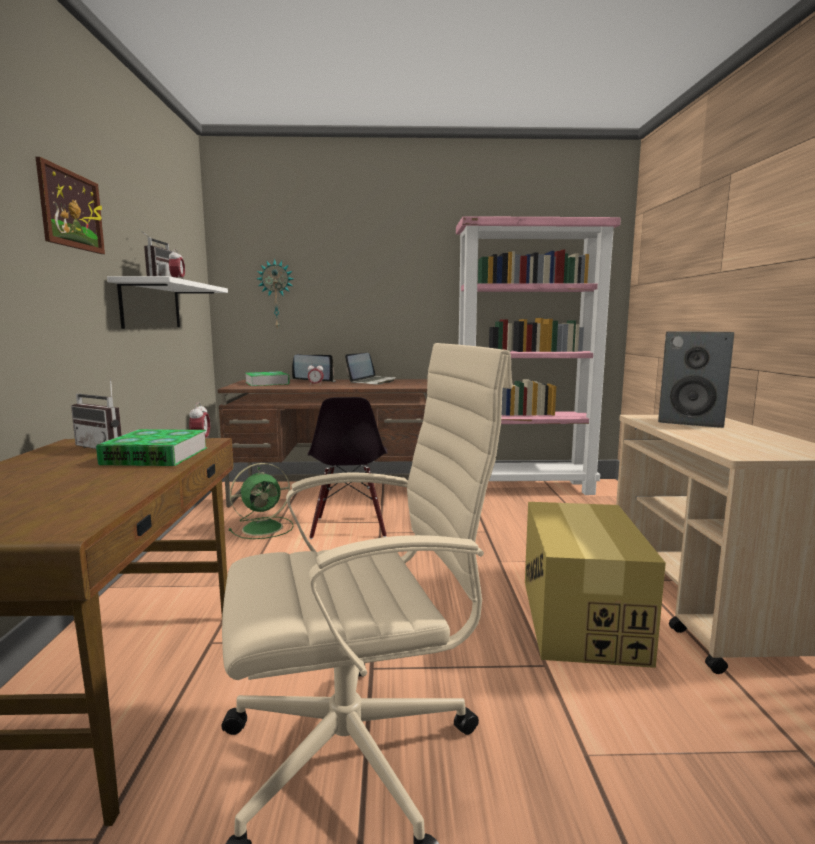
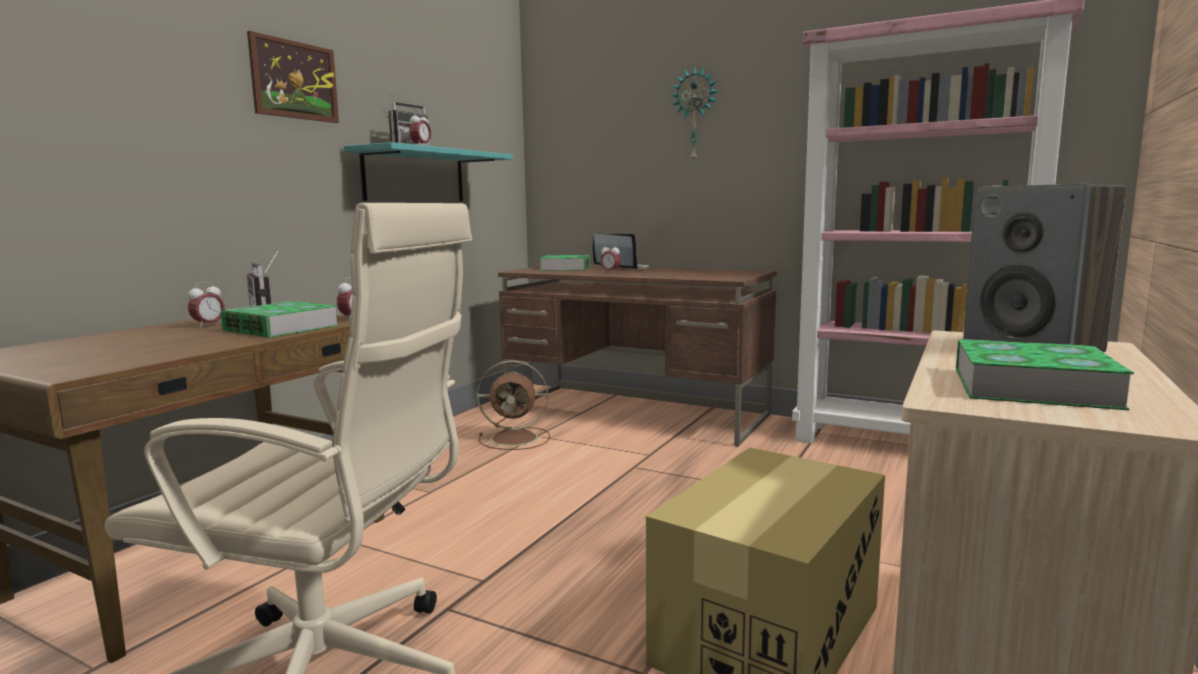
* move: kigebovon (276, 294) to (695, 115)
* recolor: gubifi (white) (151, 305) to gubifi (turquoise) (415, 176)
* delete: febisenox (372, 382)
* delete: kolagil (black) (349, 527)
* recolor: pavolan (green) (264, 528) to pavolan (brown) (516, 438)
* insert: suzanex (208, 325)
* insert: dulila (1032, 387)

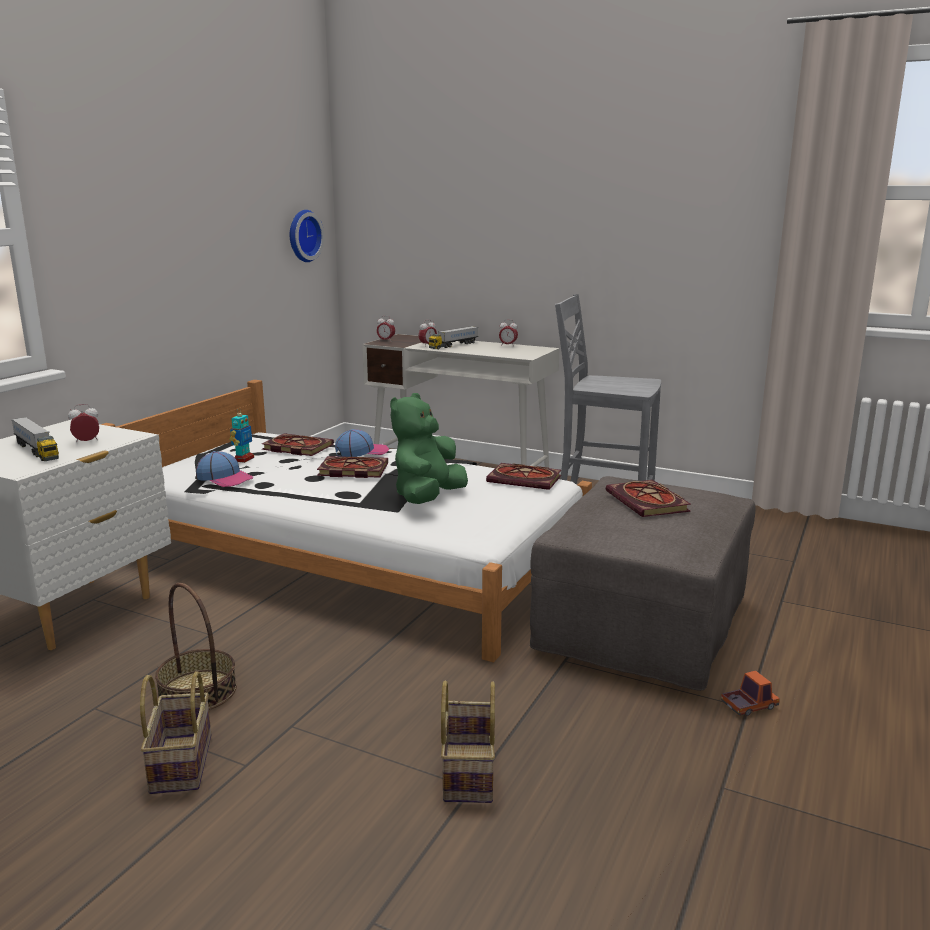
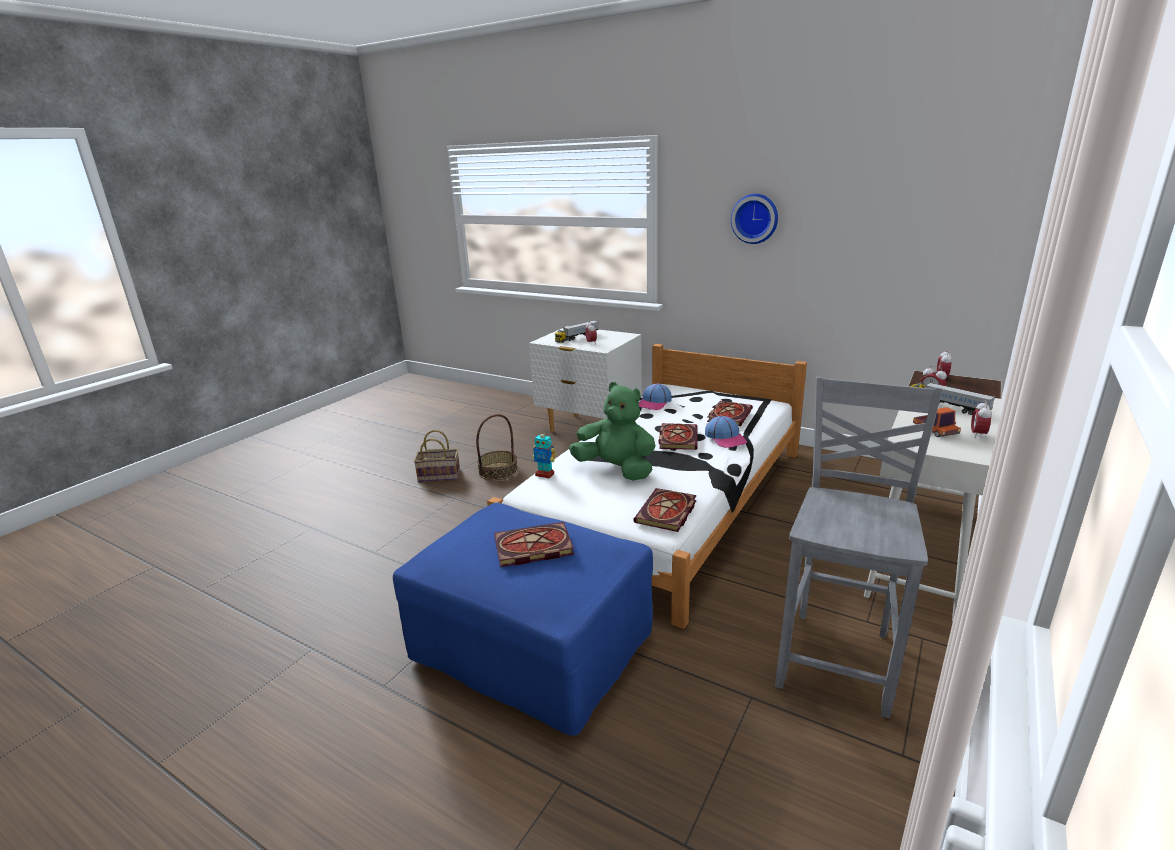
* move: kigebovon (302, 236) to (755, 218)
* move: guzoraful (243, 459) to (545, 474)
* recolor: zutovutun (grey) (641, 623) to zutovutun (blue) (533, 646)
* move: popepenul (749, 706) to (935, 430)
* delete: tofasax (467, 771)

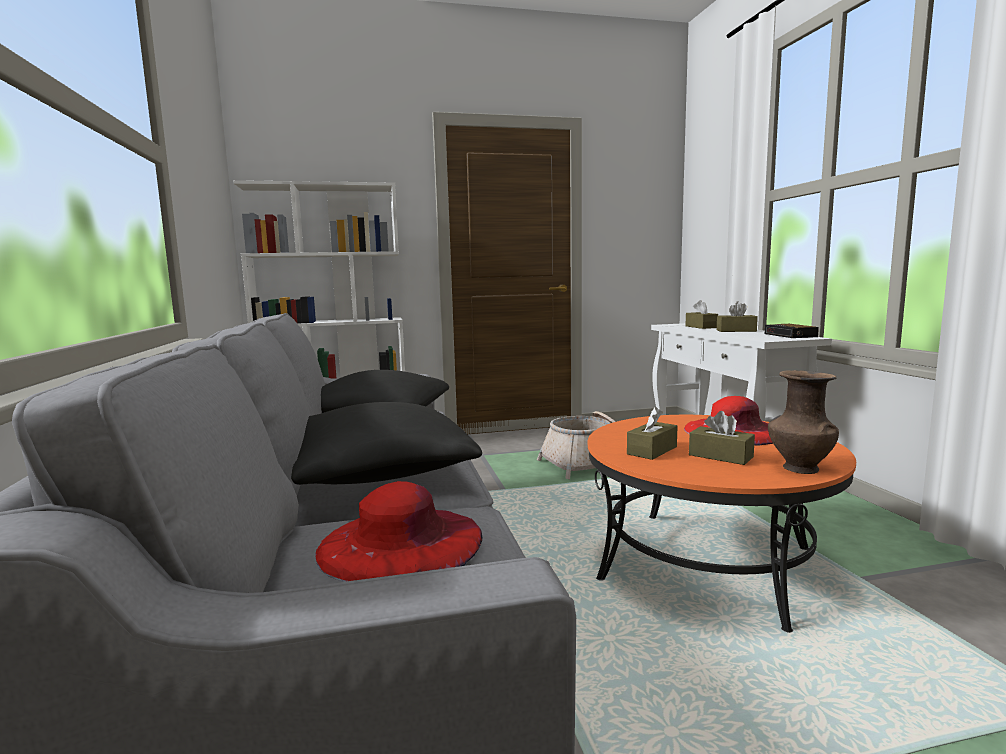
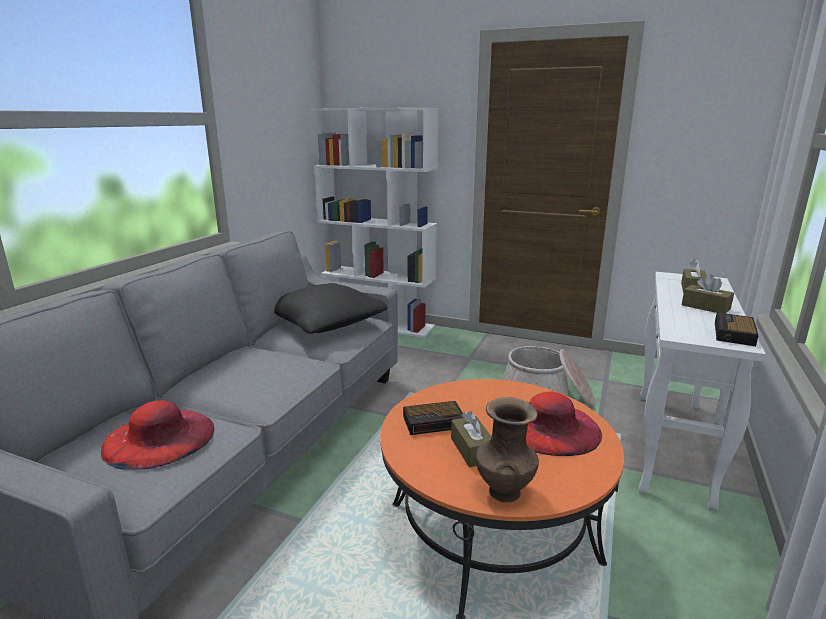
* delete: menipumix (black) (378, 471)
* replace: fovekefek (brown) (652, 450) to suzanex (435, 422)

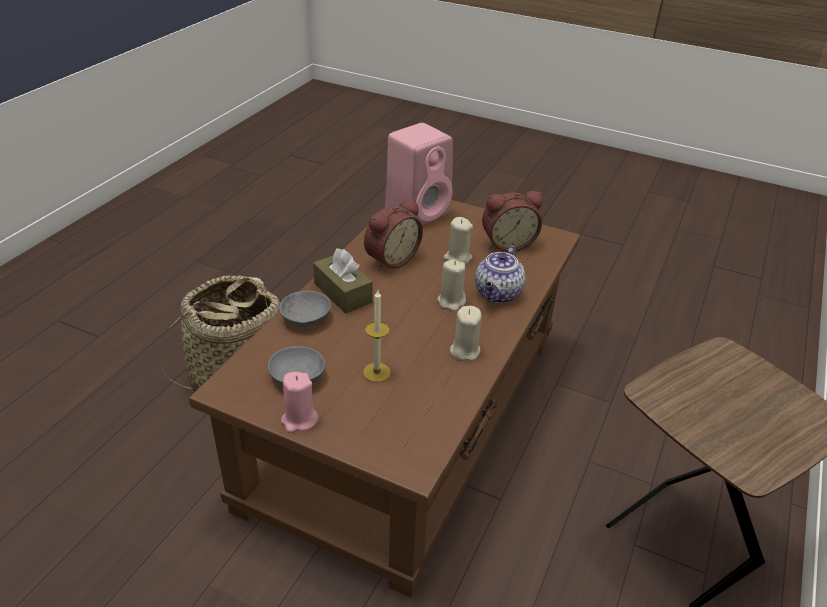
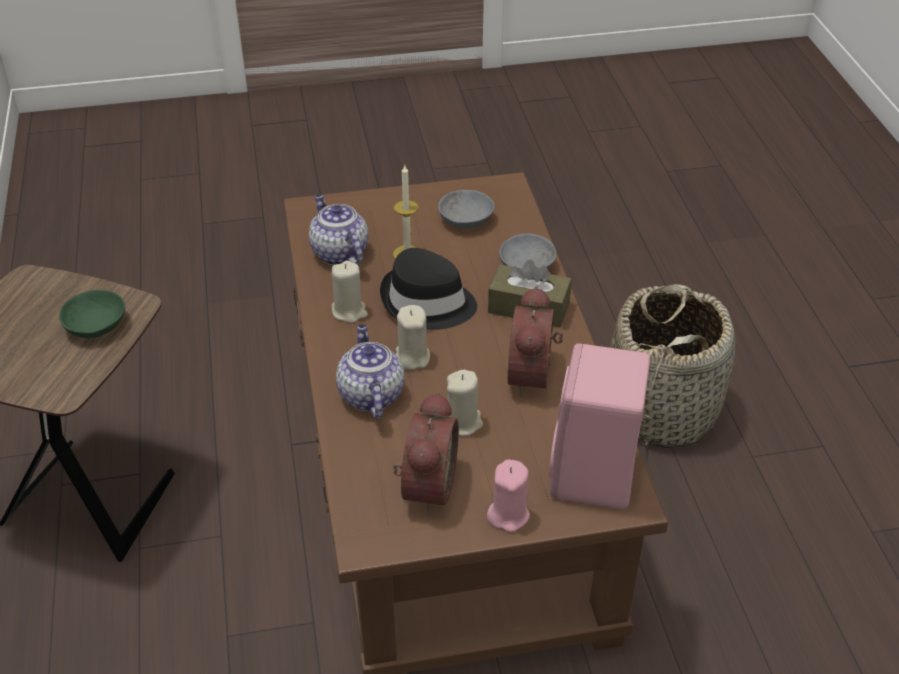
* rotate: suzanex (507, 243) = (425, 486) 150 degrees clockwise
* move: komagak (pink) (299, 419) to (508, 515)
* insert: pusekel (338, 253)
* insert: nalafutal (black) (427, 303)
* insert: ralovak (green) (96, 327)

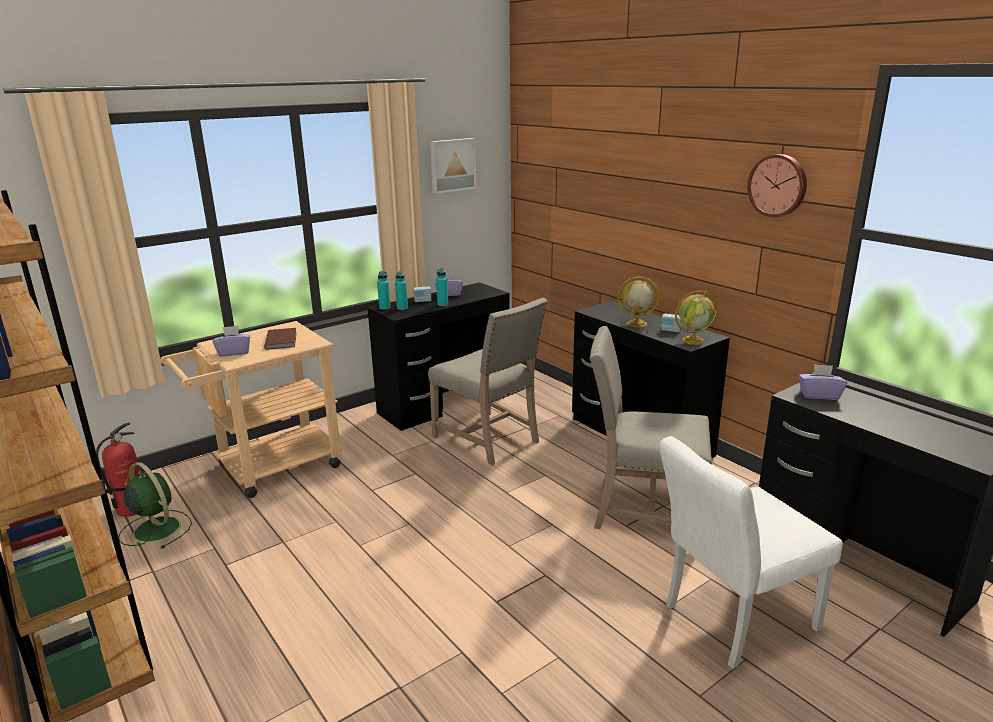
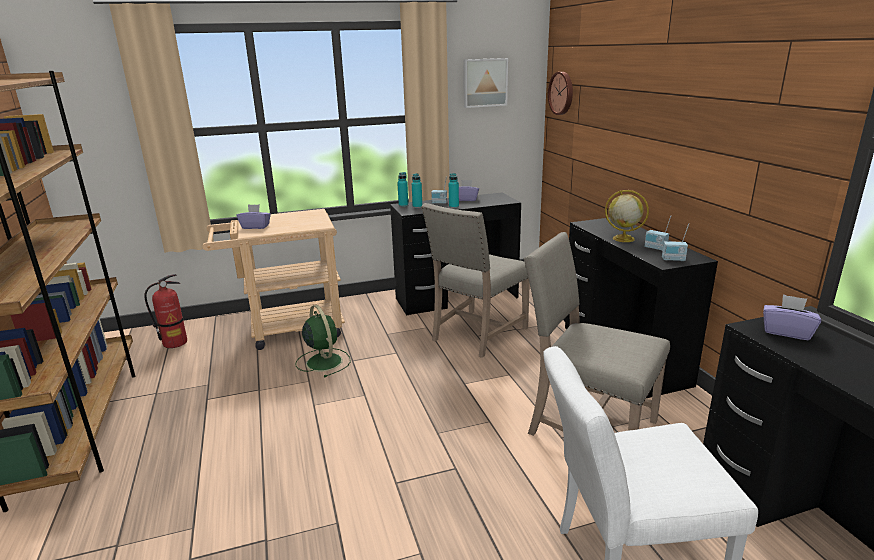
* move: kigebovon (778, 185) to (562, 93)
* replace: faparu (693, 340) to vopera (673, 260)
* rotate: kolagil (beige) (489, 439) = (476, 334) 60 degrees clockwise
* delete: dulila (brown) (282, 340)
* move: pavolan (green) (156, 529) to (323, 361)

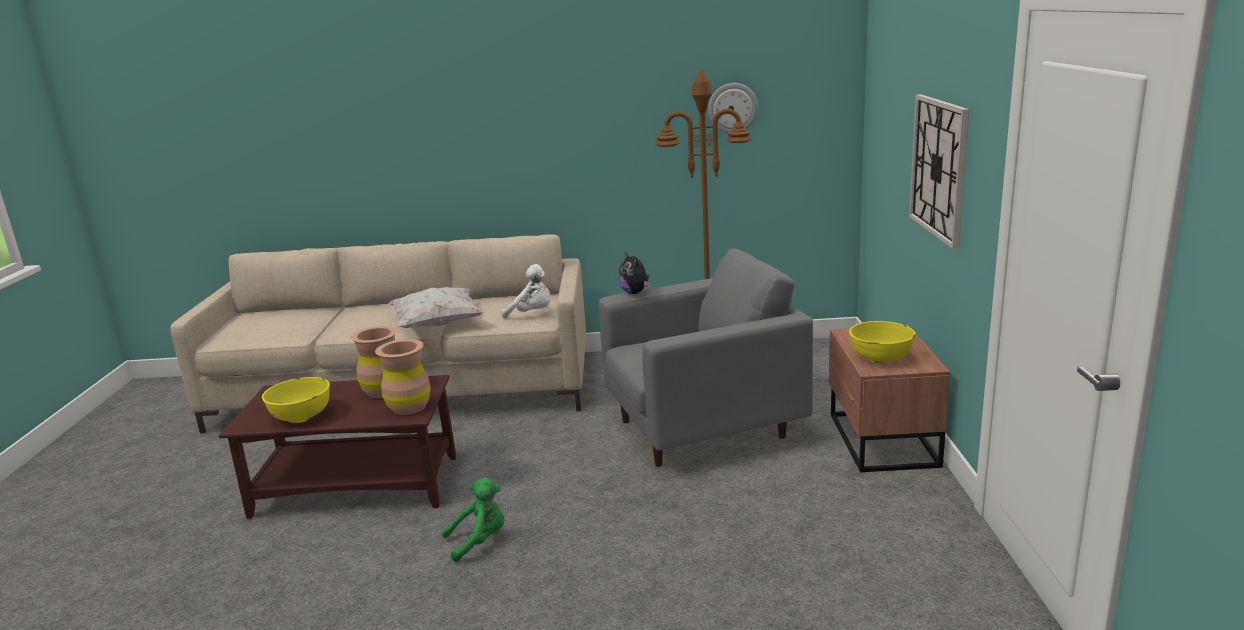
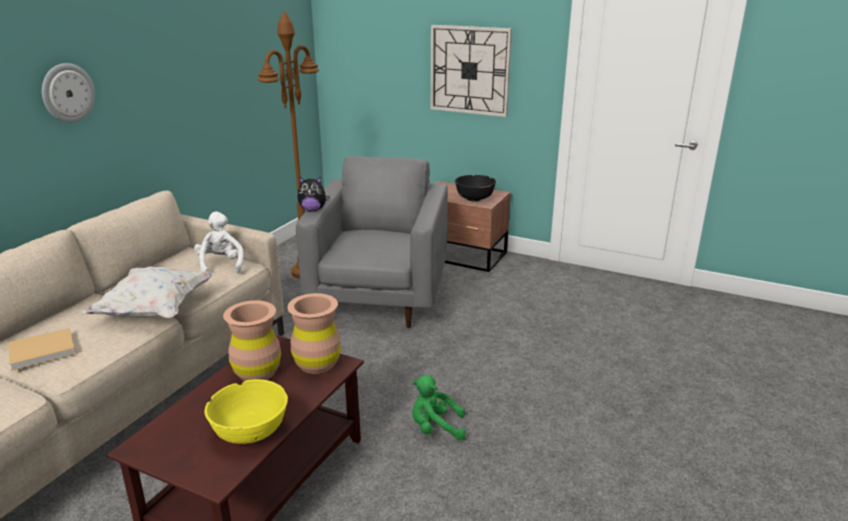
* move: kigebovon (732, 108) to (67, 93)
* rotate: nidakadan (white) (532, 314) = (221, 265) 60 degrees counterclockwise
* recolor: ralovak (yellow) (880, 358) to ralovak (black) (474, 198)
* rotate: nidakadan (green) (479, 541) = (435, 428) 90 degrees counterclockwise
* insert: dulila (beige) (45, 350)

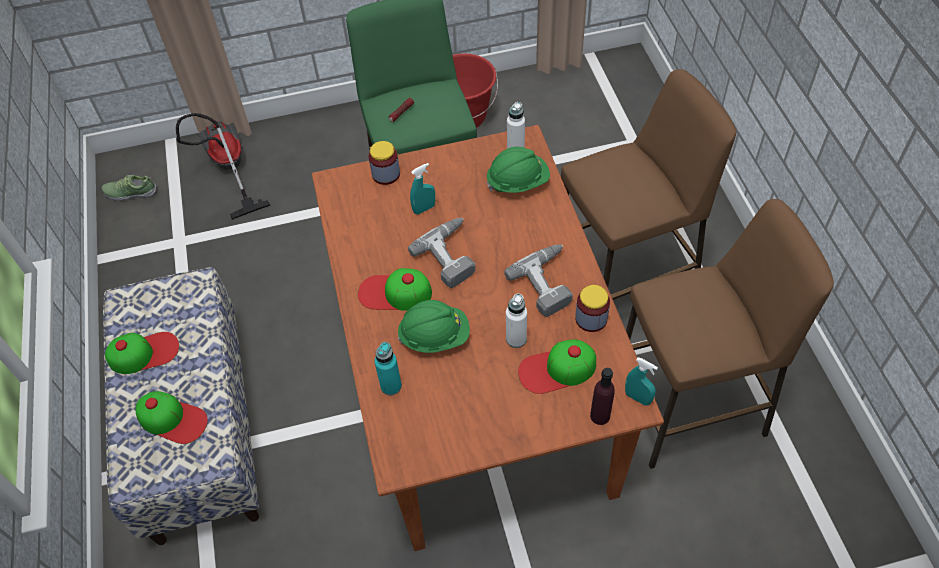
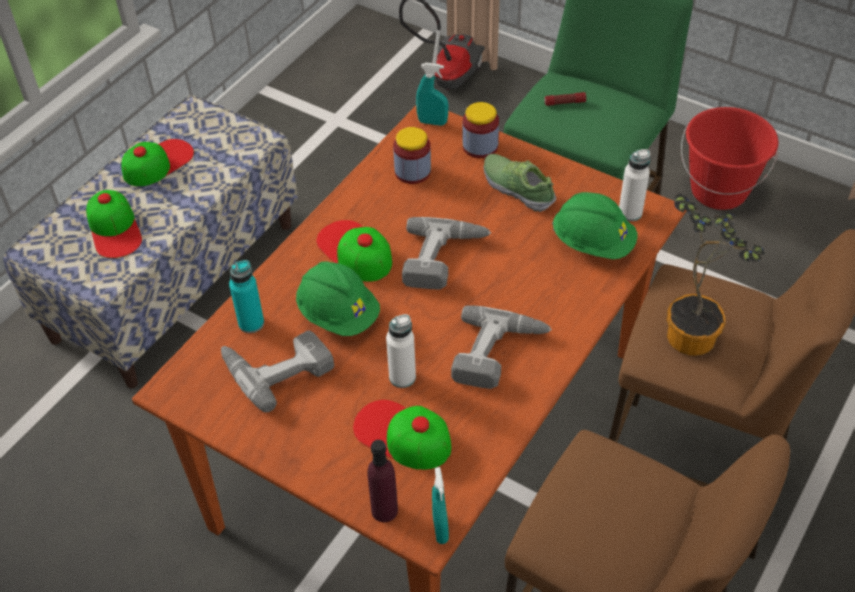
* move: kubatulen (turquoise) (424, 209) to (432, 122)
* move: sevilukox (131, 192) to (518, 188)
* move: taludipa (591, 318) to (412, 171)
* rotate: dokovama (144, 353) = (158, 162) 75 degrees counterclockwise
* insert: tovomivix (694, 332)
* insert: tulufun (277, 367)

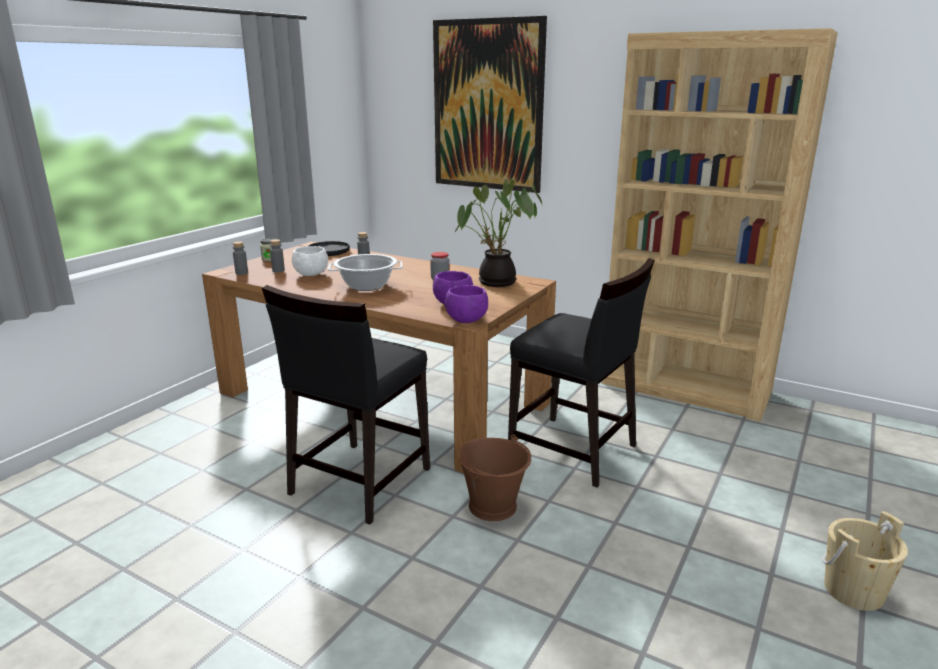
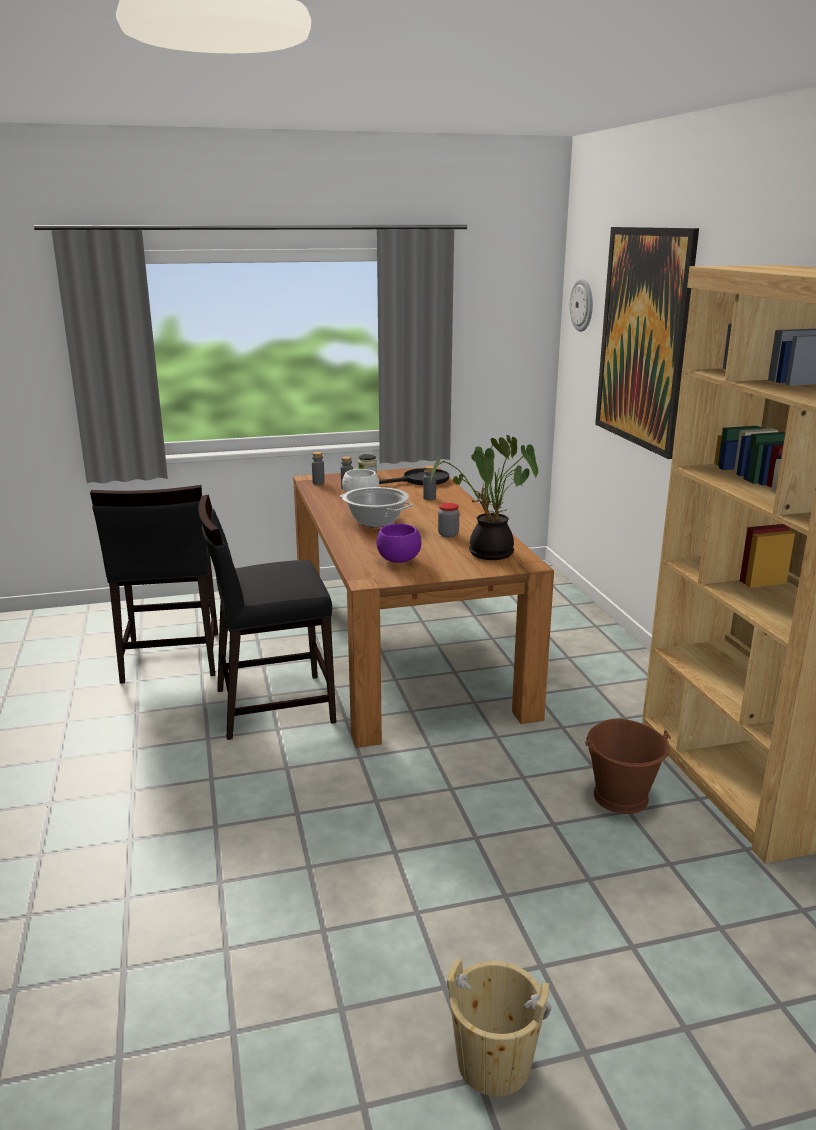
* move: kolagil (black) (573, 451) to (170, 657)
* delete: ralovak (purple) (466, 321)
* move: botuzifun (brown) (493, 506) to (621, 797)
* insert: kigebovon (582, 305)

